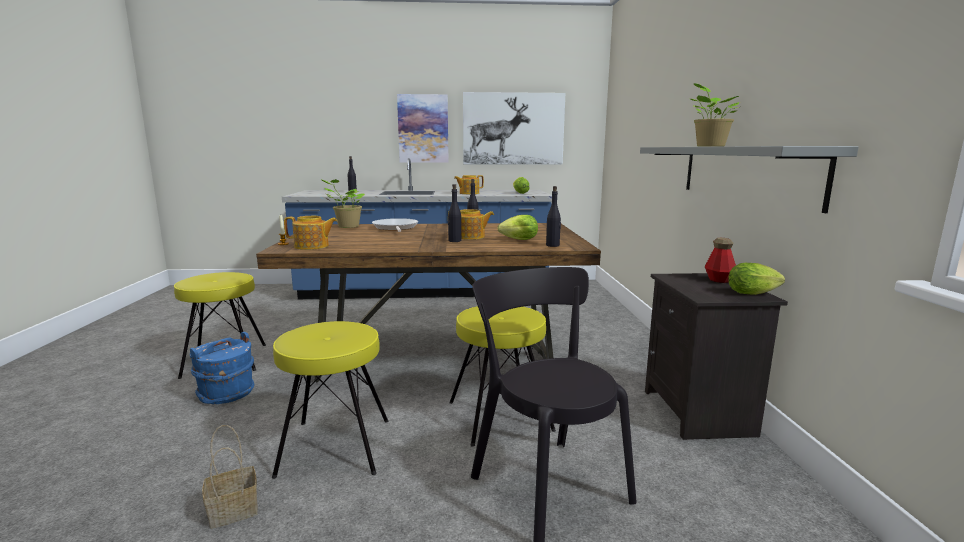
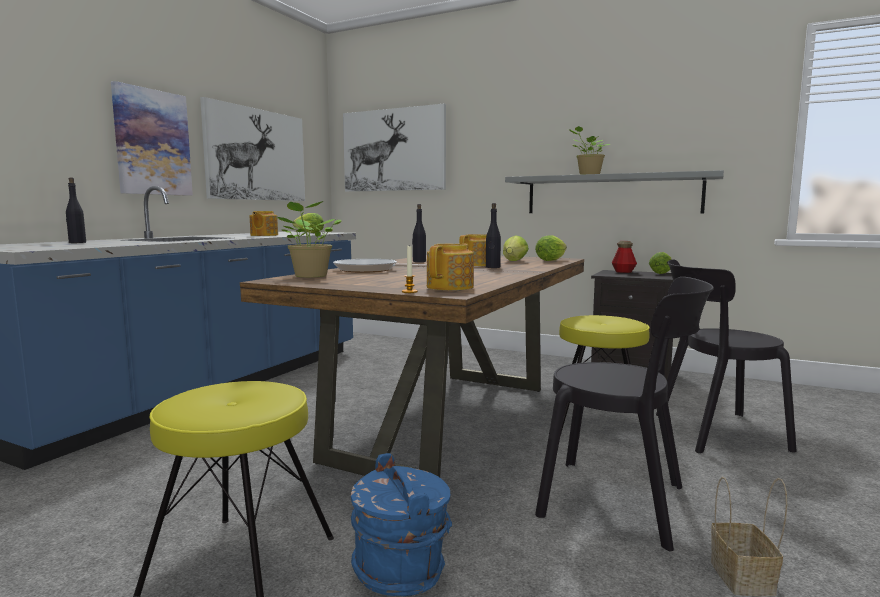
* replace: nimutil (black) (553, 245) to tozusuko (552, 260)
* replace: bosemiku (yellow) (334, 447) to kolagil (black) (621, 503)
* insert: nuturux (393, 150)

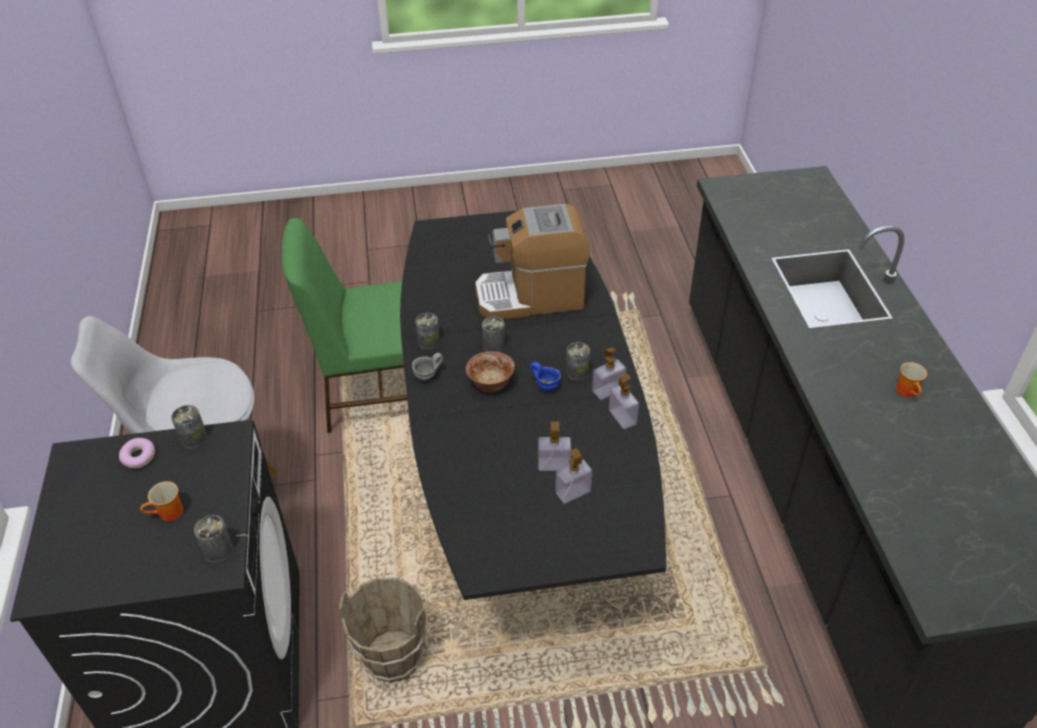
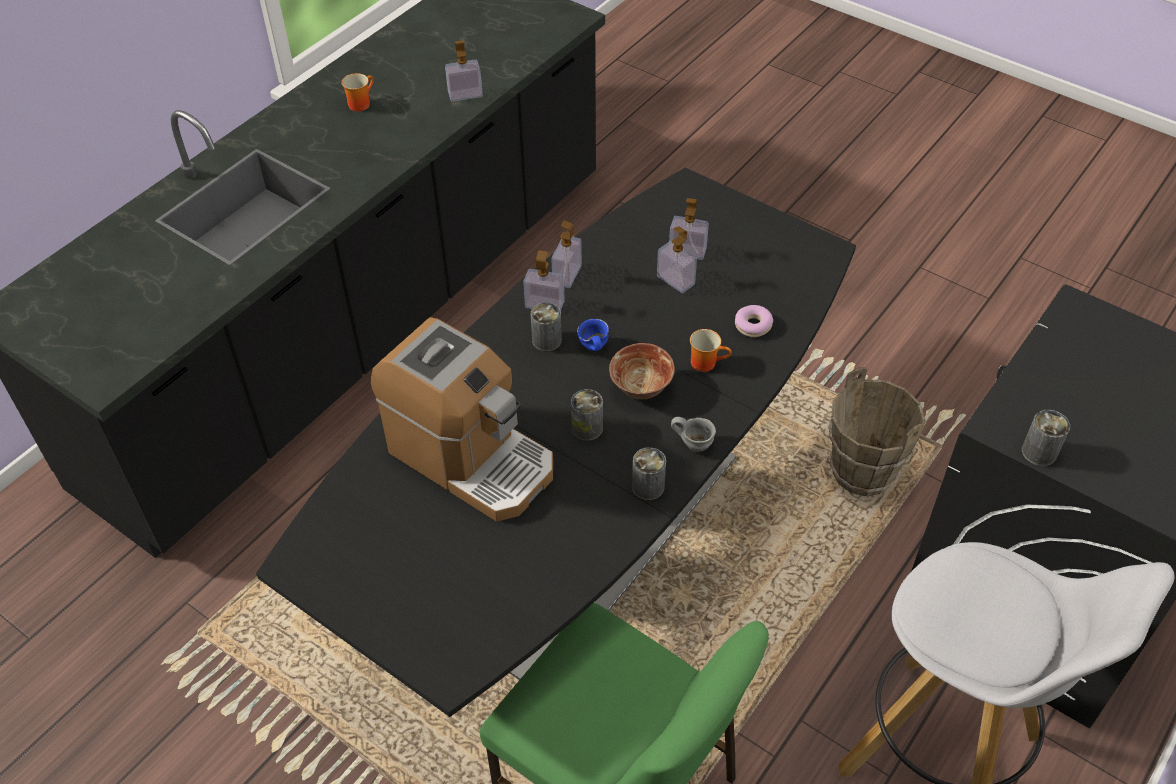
* move: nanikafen (138, 457) to (753, 325)
* move: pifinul (169, 514) to (706, 362)
* delete: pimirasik (218, 550)
* insert: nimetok (465, 94)

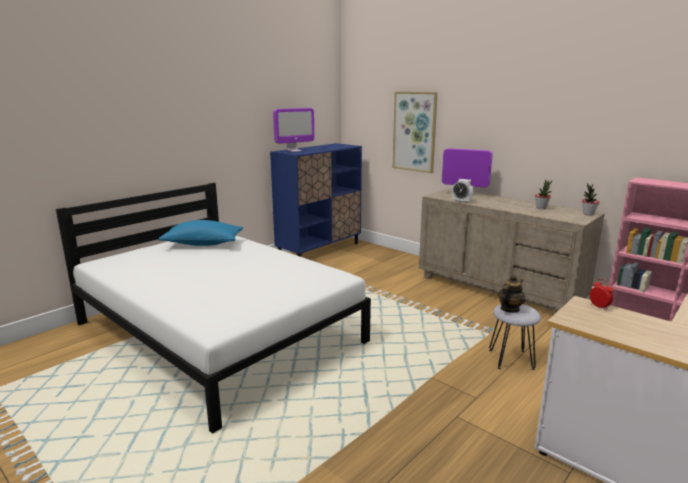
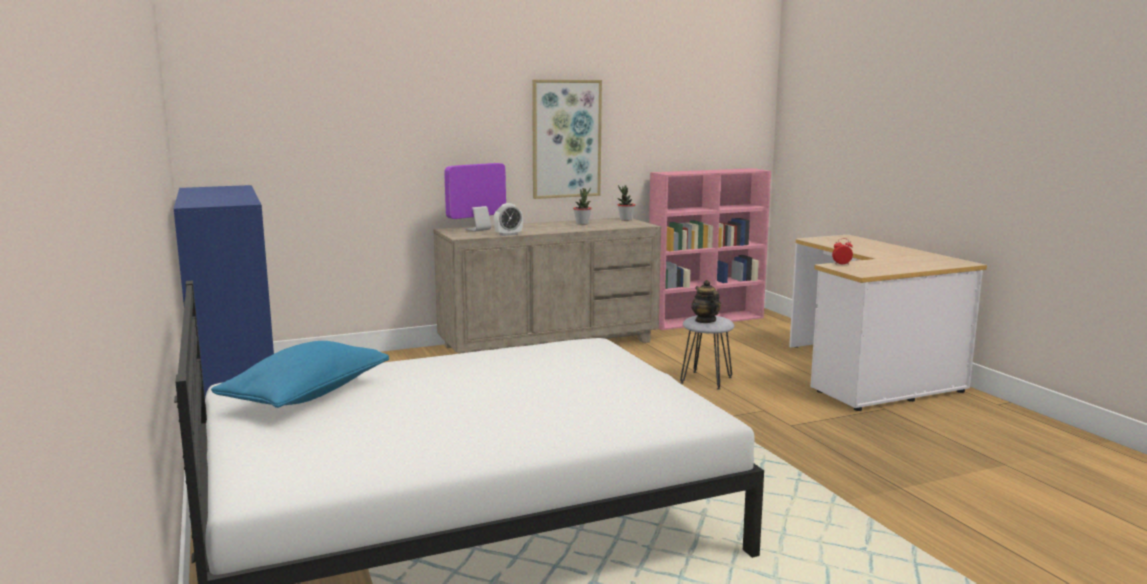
* move: nuturux (414, 131) to (566, 139)
* delete: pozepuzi (294, 151)

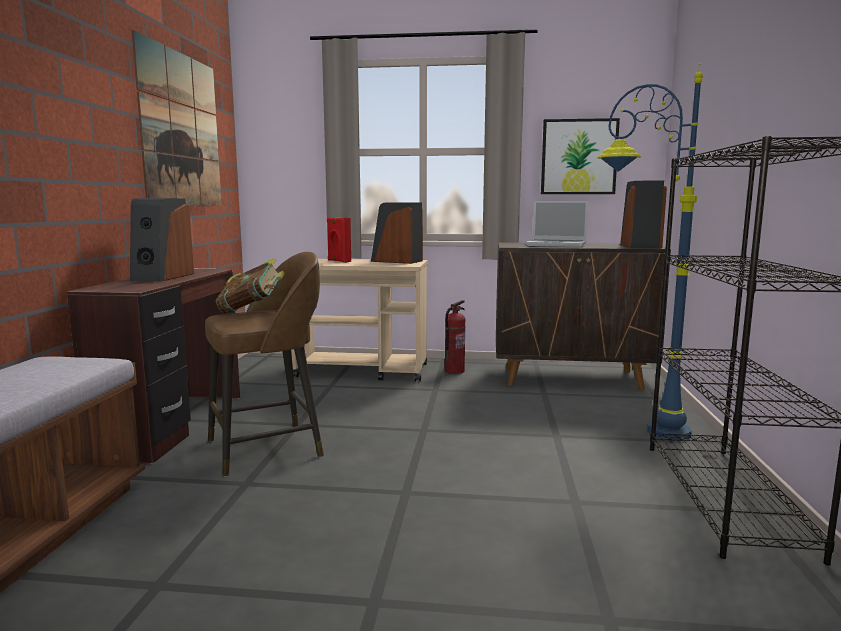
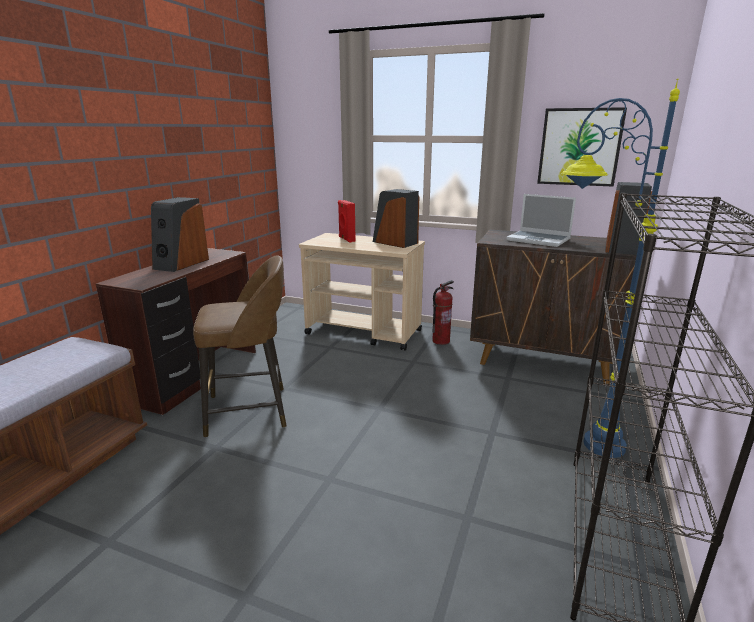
* delete: nuturux (181, 130)
* delete: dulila (252, 311)

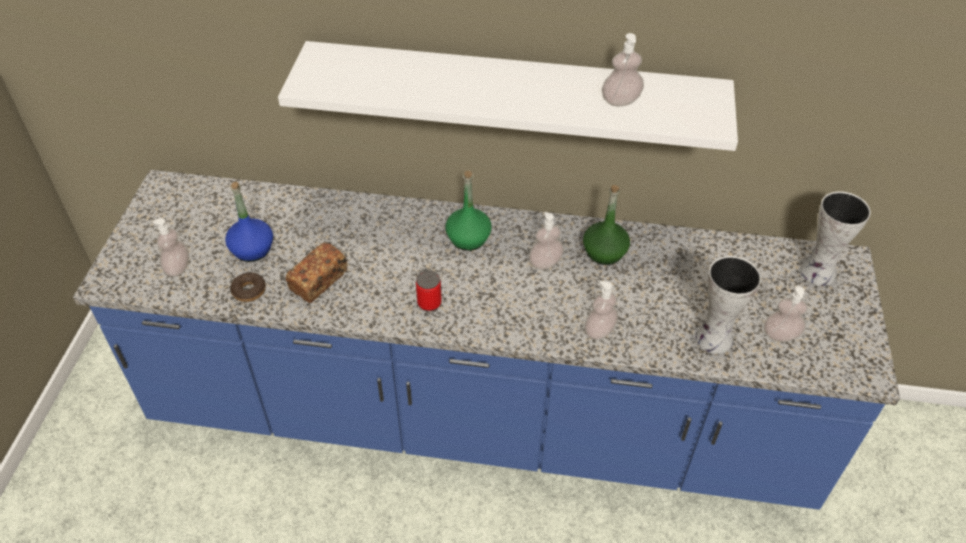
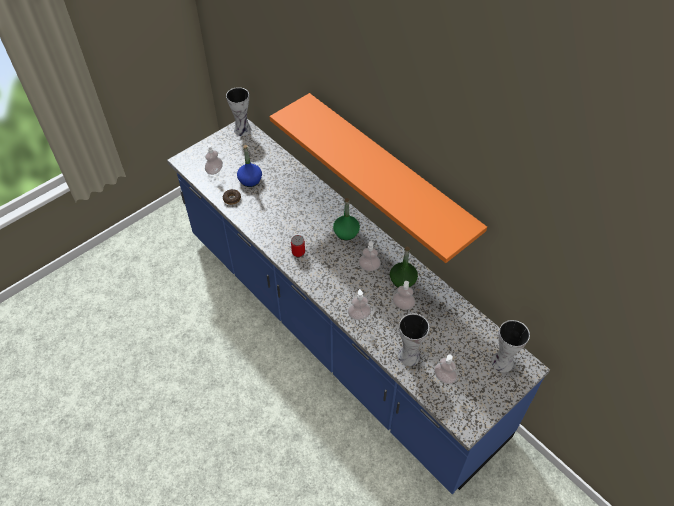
* move: nimetok (620, 100) to (403, 305)
* recolor: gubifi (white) (513, 91) to gubifi (orange) (389, 170)
* delete: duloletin (319, 281)
* insert: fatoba (243, 129)

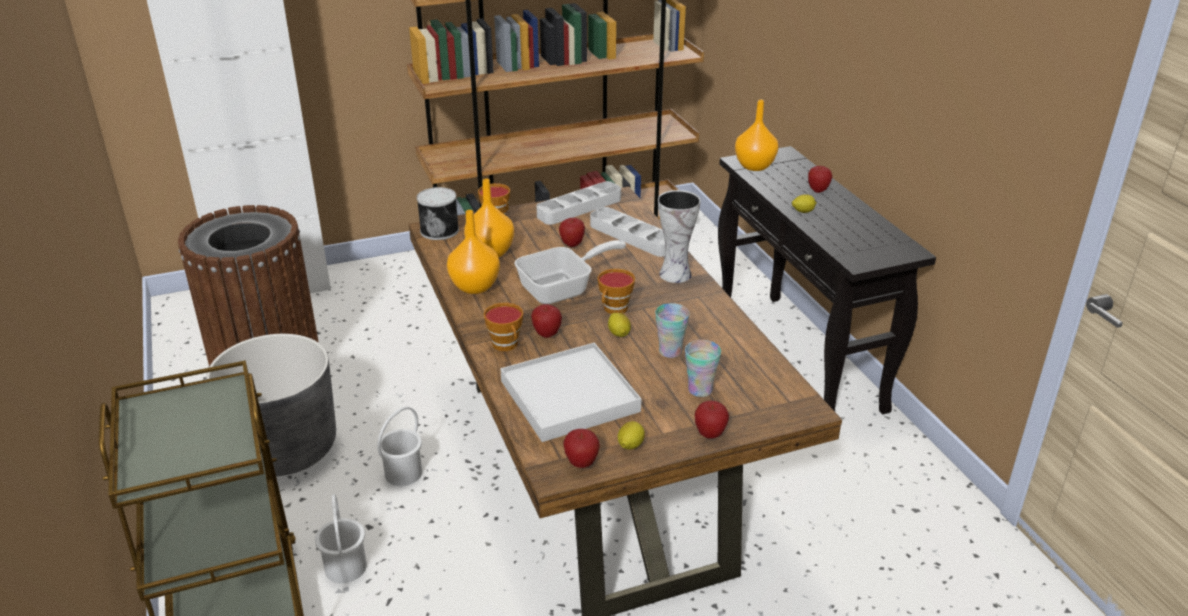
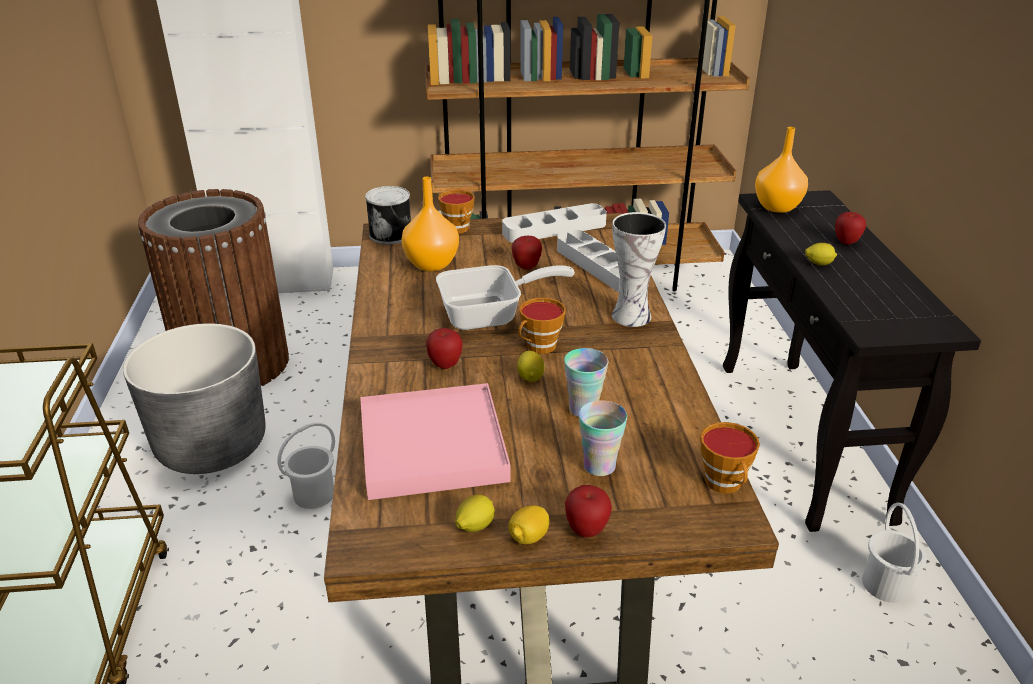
* delete: fatoba (orange) (474, 286)
* move: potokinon (507, 345) to (725, 484)
* recolor: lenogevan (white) (569, 396) to lenogevan (pink) (432, 446)
* delete: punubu (581, 463)
* move: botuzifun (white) (346, 567) to (886, 584)
* insert: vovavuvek (528, 537)

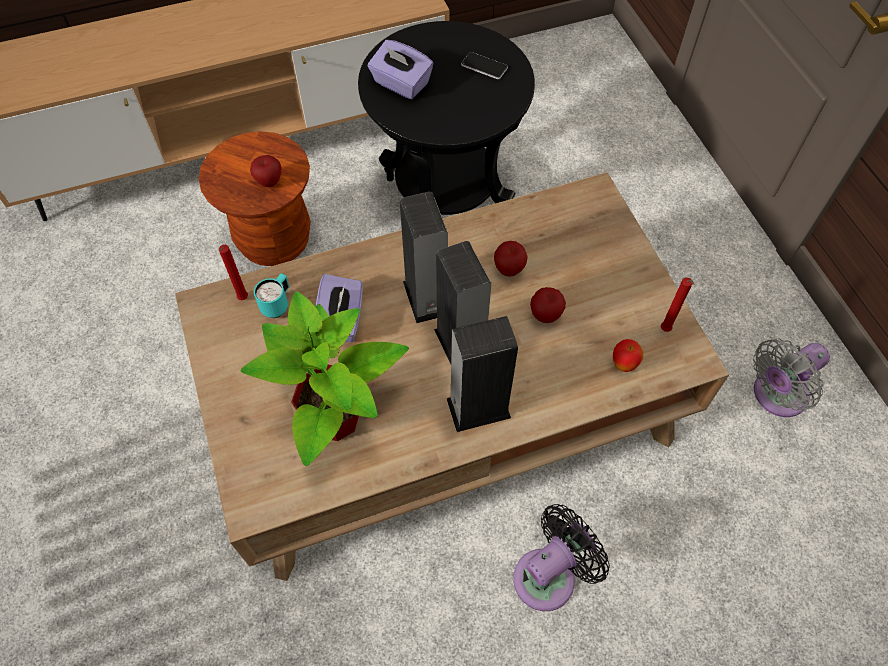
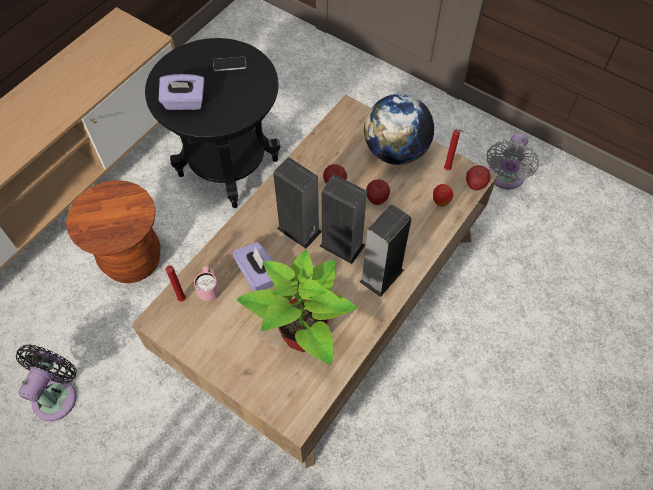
* move: punubu (269, 182) to (475, 185)
* recolor: pifinul (turquoise) (277, 305) to pifinul (pink) (209, 290)
* move: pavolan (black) (549, 575) to (57, 394)
* insert: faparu (395, 151)

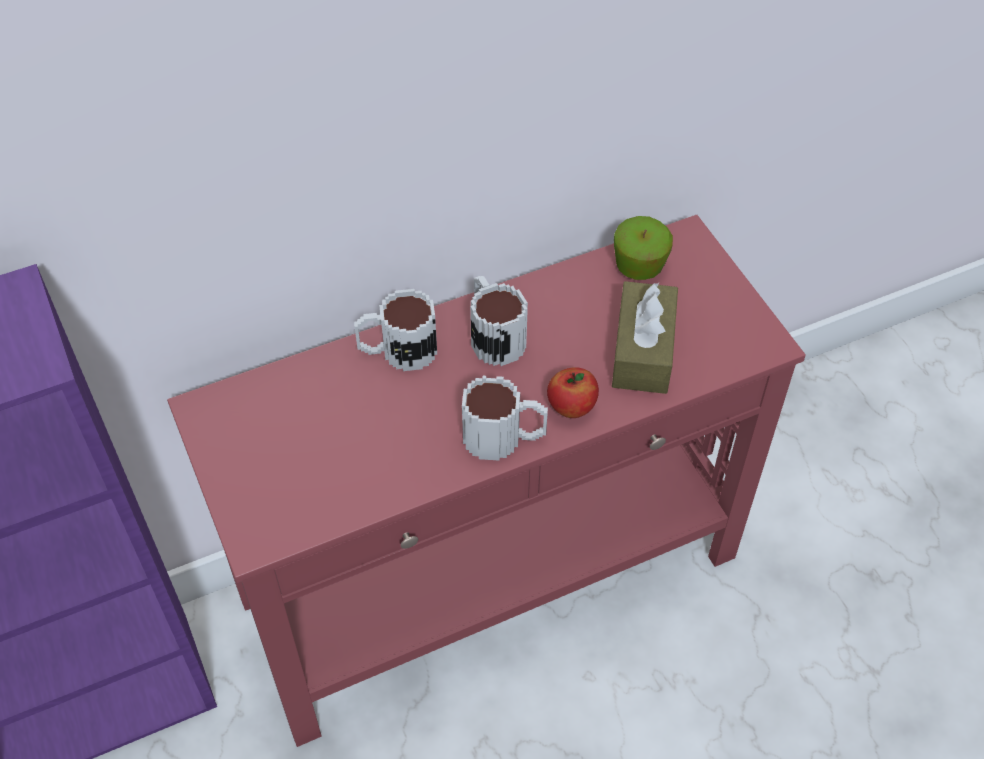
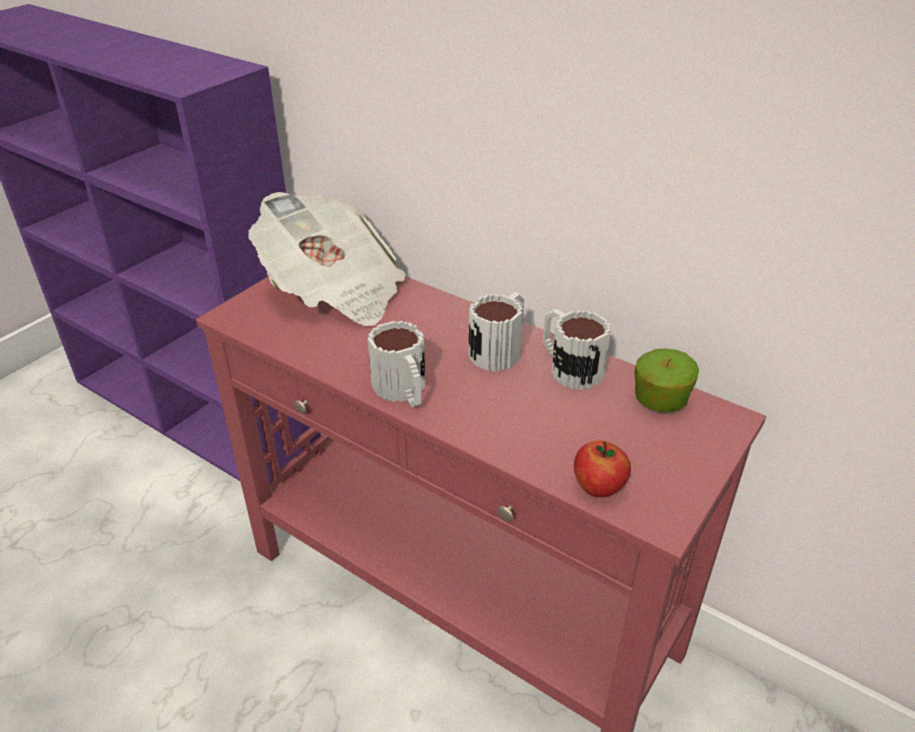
* delete: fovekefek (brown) (643, 350)
* move: pifinul (397, 351) to (569, 367)
* move: punubu (571, 407) to (598, 488)
* insert: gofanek (334, 291)

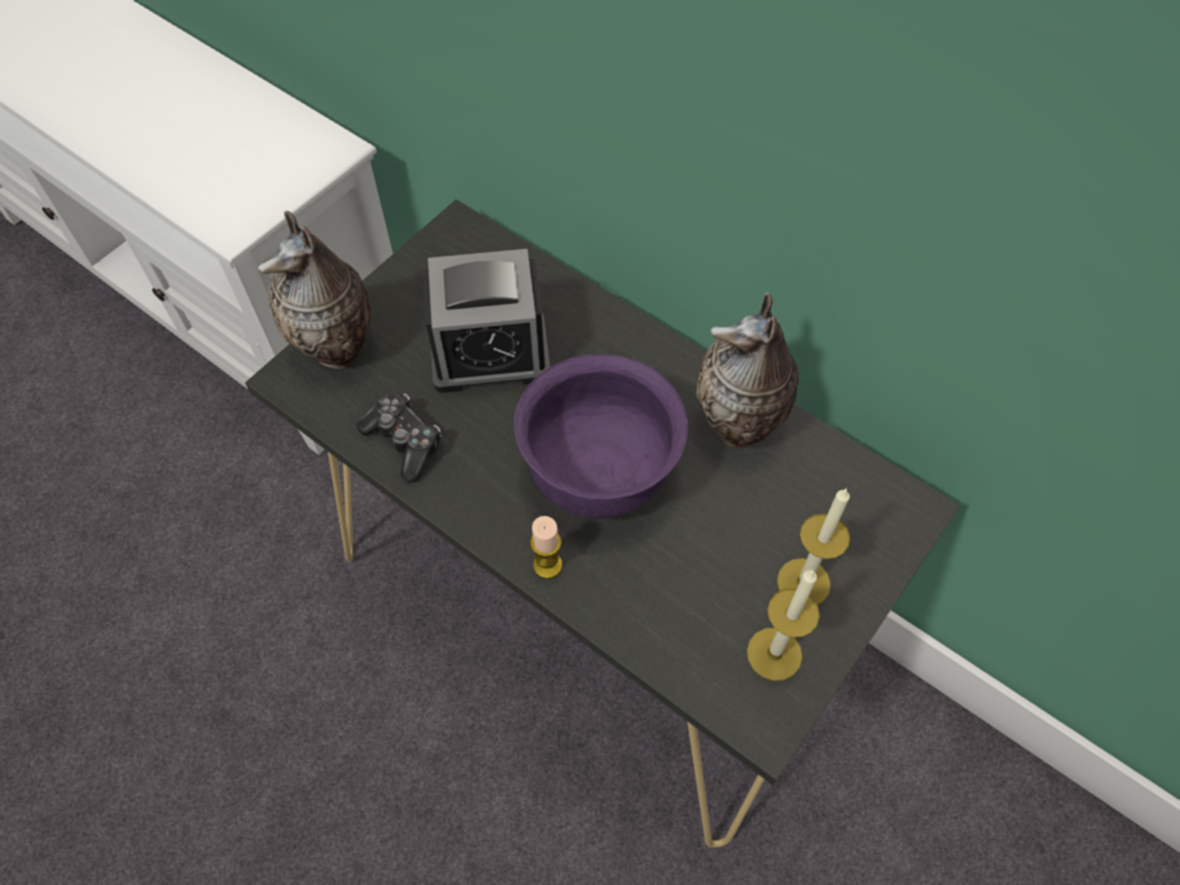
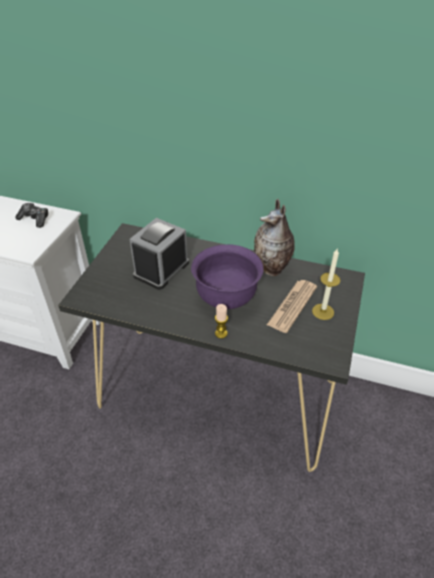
* delete: fatoba (339, 351)
* rotate: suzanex (490, 353) = (161, 269) 150 degrees clockwise
* move: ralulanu (404, 441) to (34, 219)
* delete: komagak (774, 654)
* insert: gofanek (292, 306)

